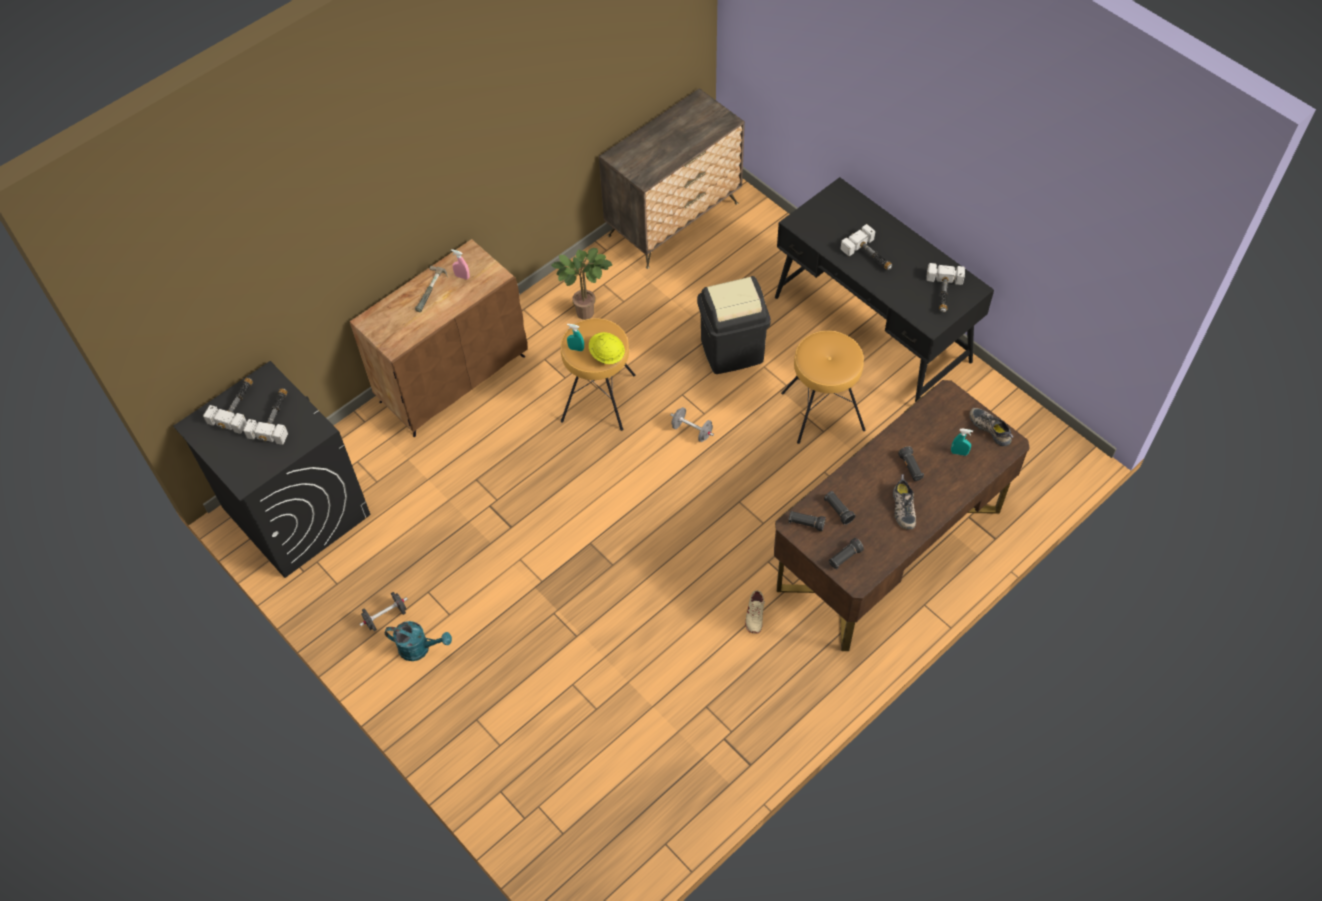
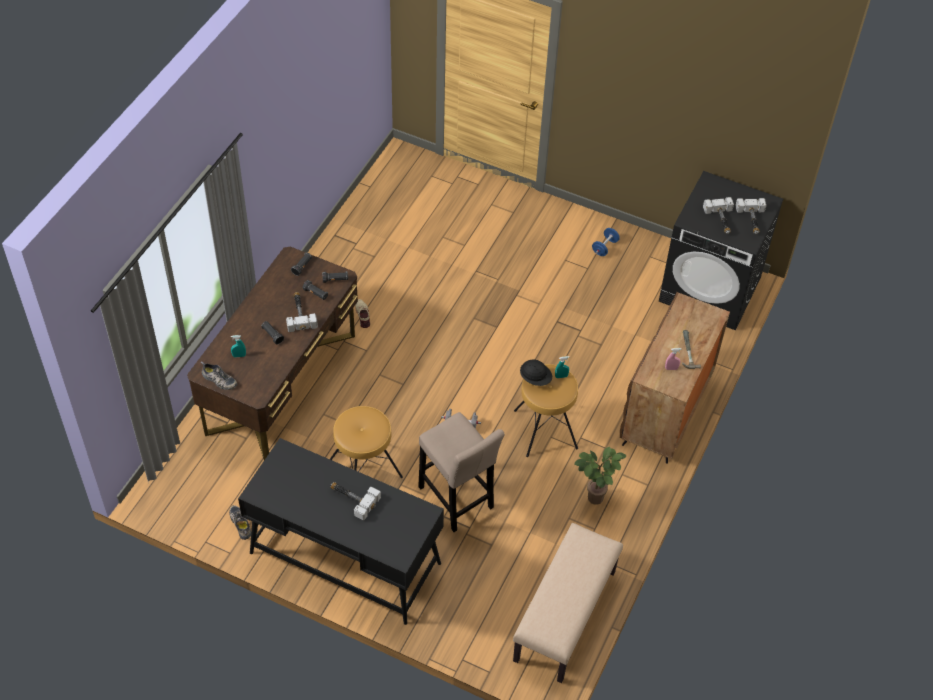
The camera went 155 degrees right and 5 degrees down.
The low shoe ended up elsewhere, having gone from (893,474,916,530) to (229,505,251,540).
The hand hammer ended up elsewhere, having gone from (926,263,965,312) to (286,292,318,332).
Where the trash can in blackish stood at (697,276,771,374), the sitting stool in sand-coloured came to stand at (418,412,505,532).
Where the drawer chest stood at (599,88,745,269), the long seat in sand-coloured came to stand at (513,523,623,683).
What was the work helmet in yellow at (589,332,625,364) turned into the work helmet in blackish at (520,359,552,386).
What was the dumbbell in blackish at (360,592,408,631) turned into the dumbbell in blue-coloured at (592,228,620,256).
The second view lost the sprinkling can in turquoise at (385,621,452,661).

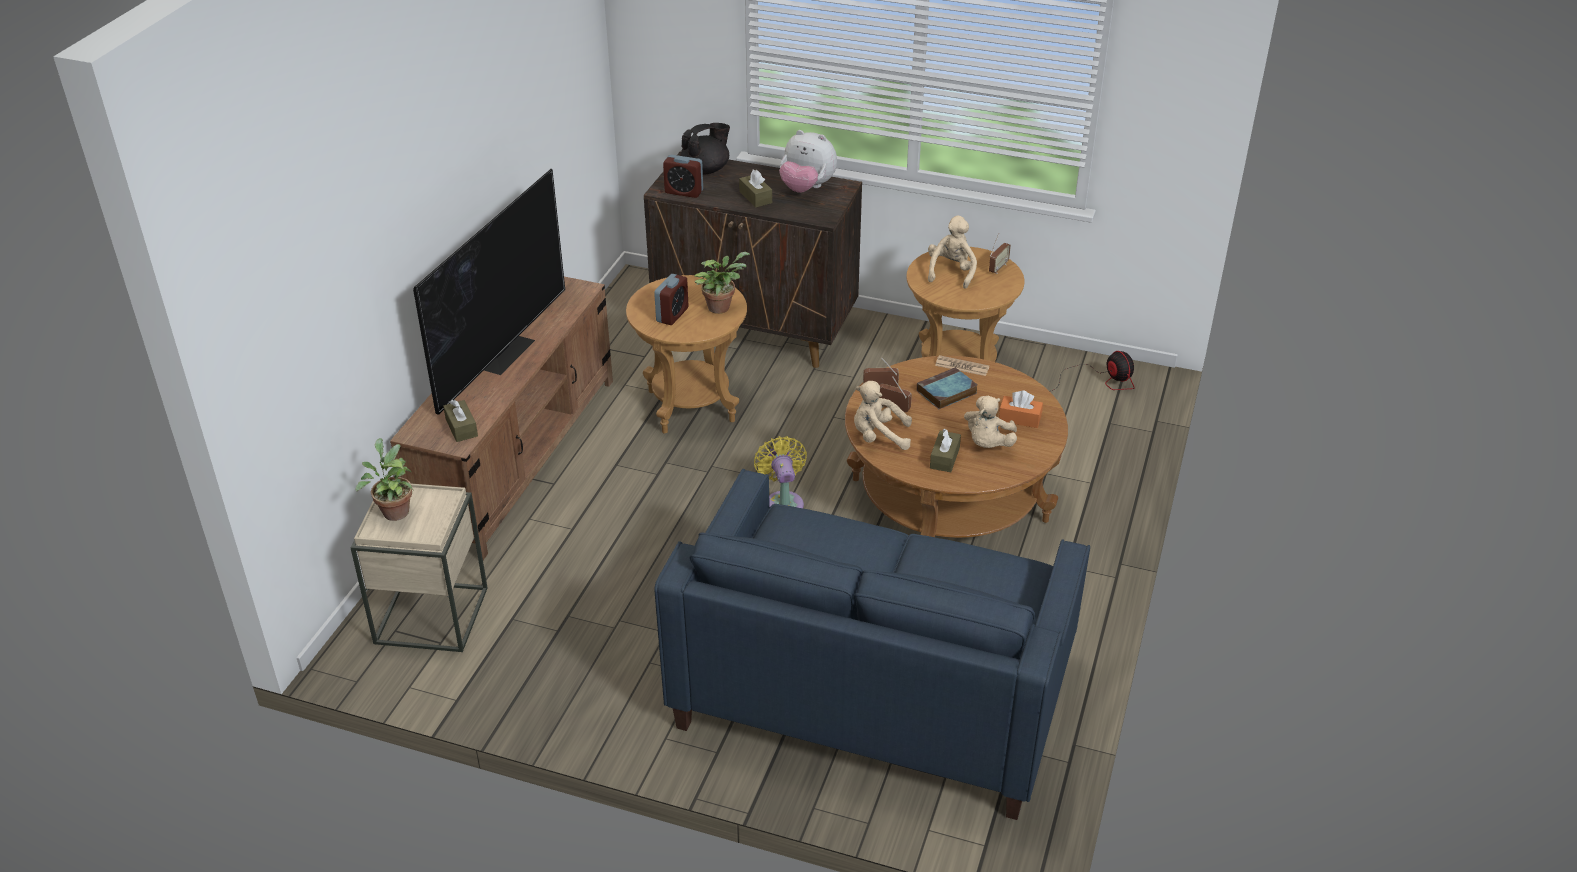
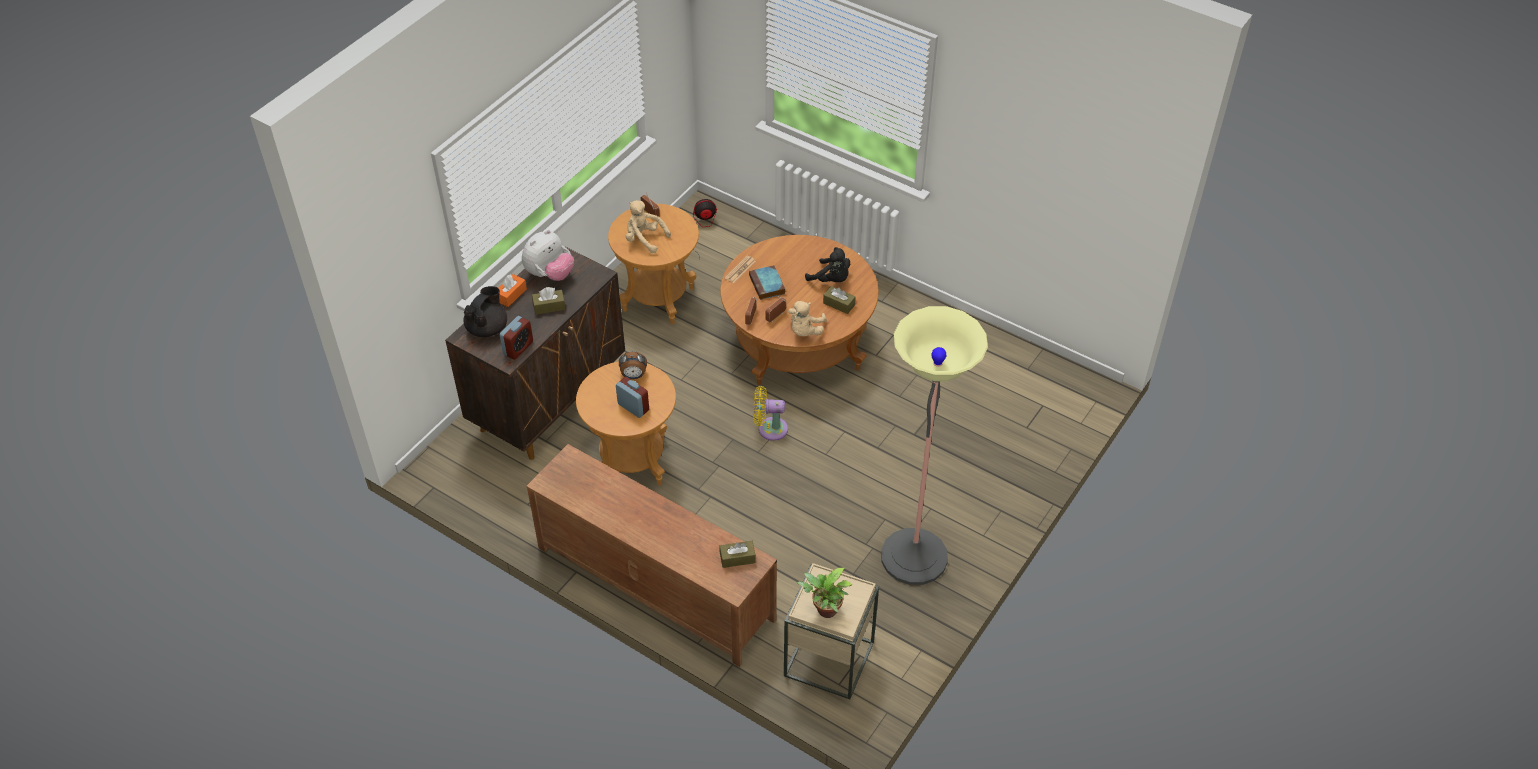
The camera went 75 degrees left and 10 degrees up.
The tea pot in blackish at (681,123,730,174) ended up facing another way, 45 degrees clockwise from before.
The tissue box in orangey ended up elsewhere, having gone from (999,390,1043,428) to (499,274,527,307).
Where the plant in a pot stood at (694,252,750,314), the table clock came to stand at (619,351,647,379).
What was the cuddly toy in sand-coloured at (964,396,1017,448) turned into the cuddly toy in blackish at (805,247,850,282).
The second view gained the standing lamp at (881,306,988,585).
The second view lost the TV set at (413,169,565,415).
The second view lost the couch in blue-coloured at (654,469,1090,820).

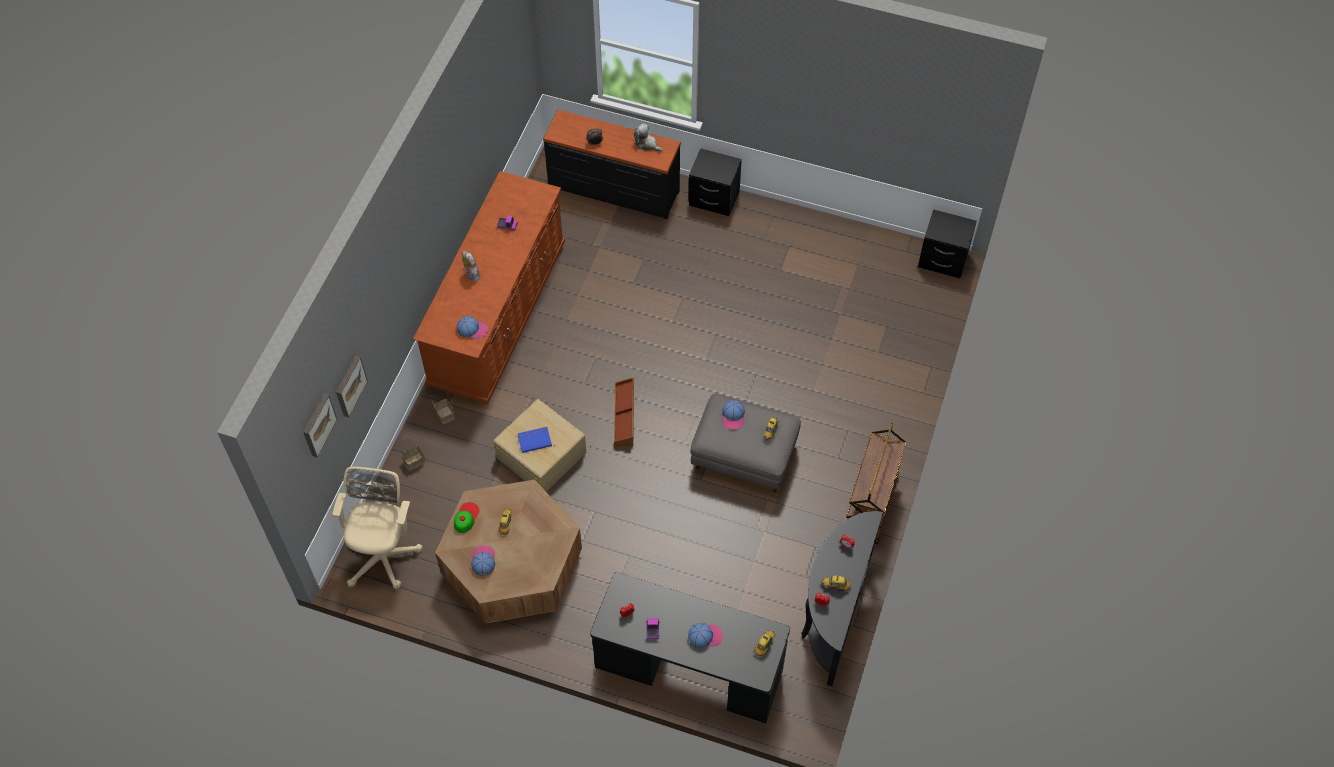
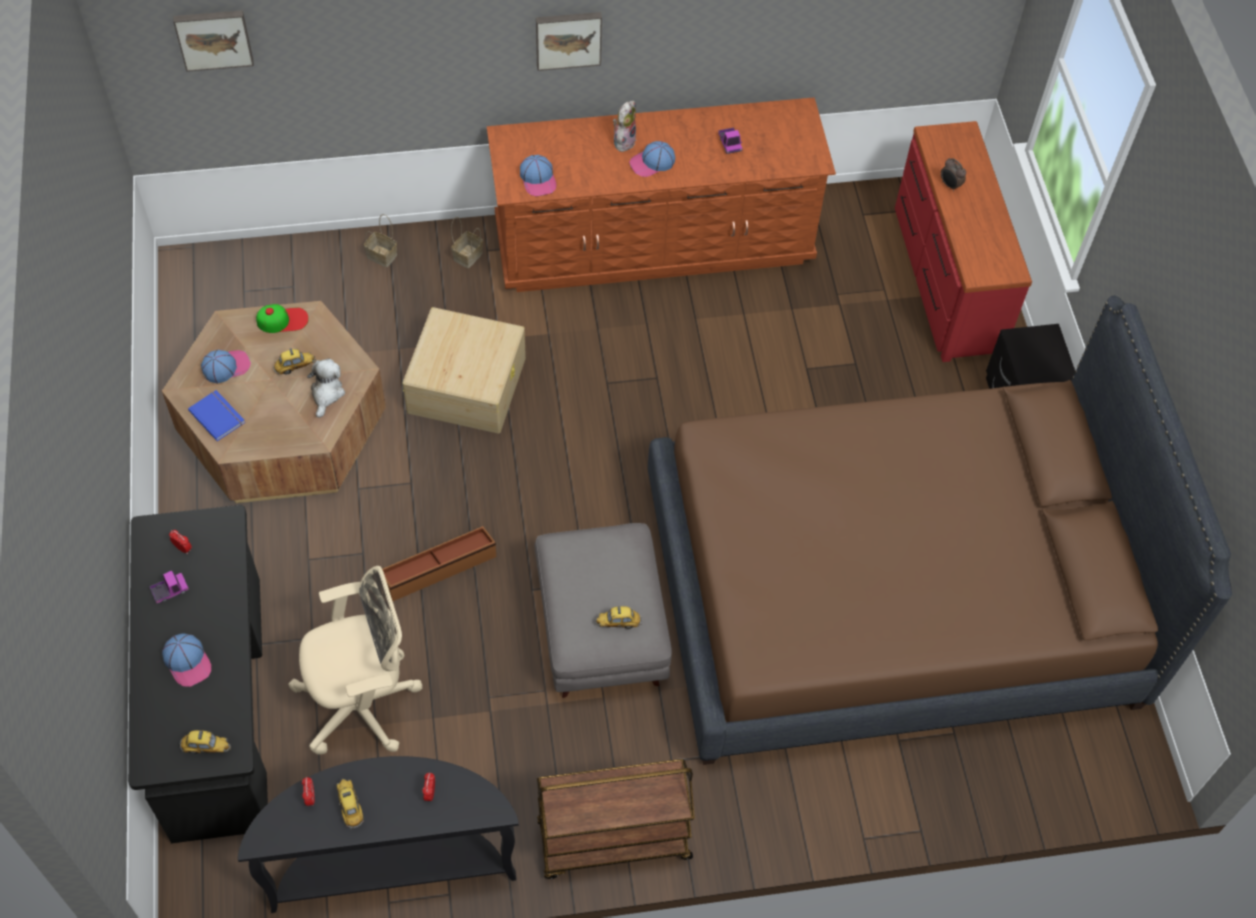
The camera went 60 degrees right and 0 degrees up.
The volume in blue-coloured ended up elsewhere, having gone from (517,427,552,453) to (188,390,245,441).
The office chair in sand-coloured ended up elsewhere, having gone from (332,467,423,589) to (288,566,423,755).
The cuddly toy ended up elsewhere, having gone from (633,123,662,152) to (307,359,345,418).
The storage box in brownish ended up elsewhere, having gone from (614,377,634,447) to (382,526,496,601).
The wall picture ended up elsewhere, having gone from (336,355,368,418) to (536,12,602,71).
The peaked cap ended up elsewhere, having gone from (722,400,745,429) to (629,141,675,177).
The second view gained the bed in brownish at (648,295,1232,765).
What was the drawer chest in blackish at (543,110,681,219) turned into the drawer chest in red at (895,121,1032,362).
The second view lost the night table in blackish at (918,209,977,279).

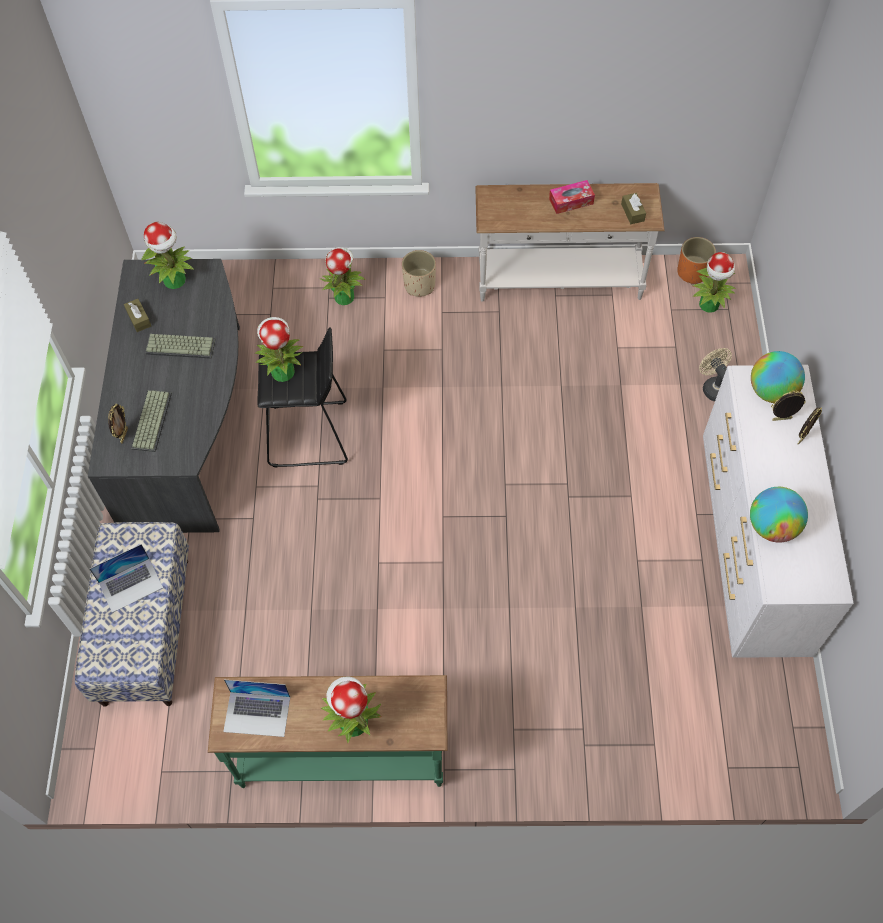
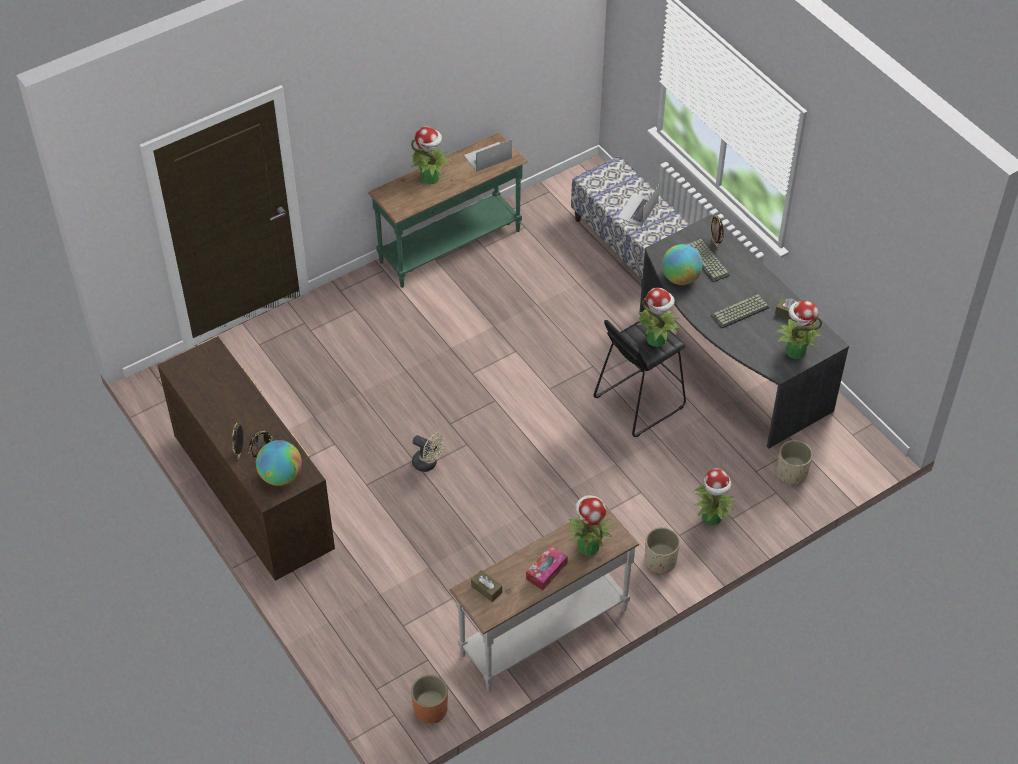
The camera went 145 degrees right and 10 degrees down.
What was the drawer chest in whitish at (703,365,854,658) turned into the drawer chest in brownish at (158,337,335,581).
The fan in sand-coloured ended up elsewhere, having gone from (699,348,732,401) to (412,433,444,472).
The plant in a pot ended up elsewhere, having gone from (692,252,736,313) to (567,495,614,556).
The world globe ended up elsewhere, having gone from (750,487,808,543) to (662,244,703,285).
The second view gained the planter in sand-coloured at (777,440,813,485).

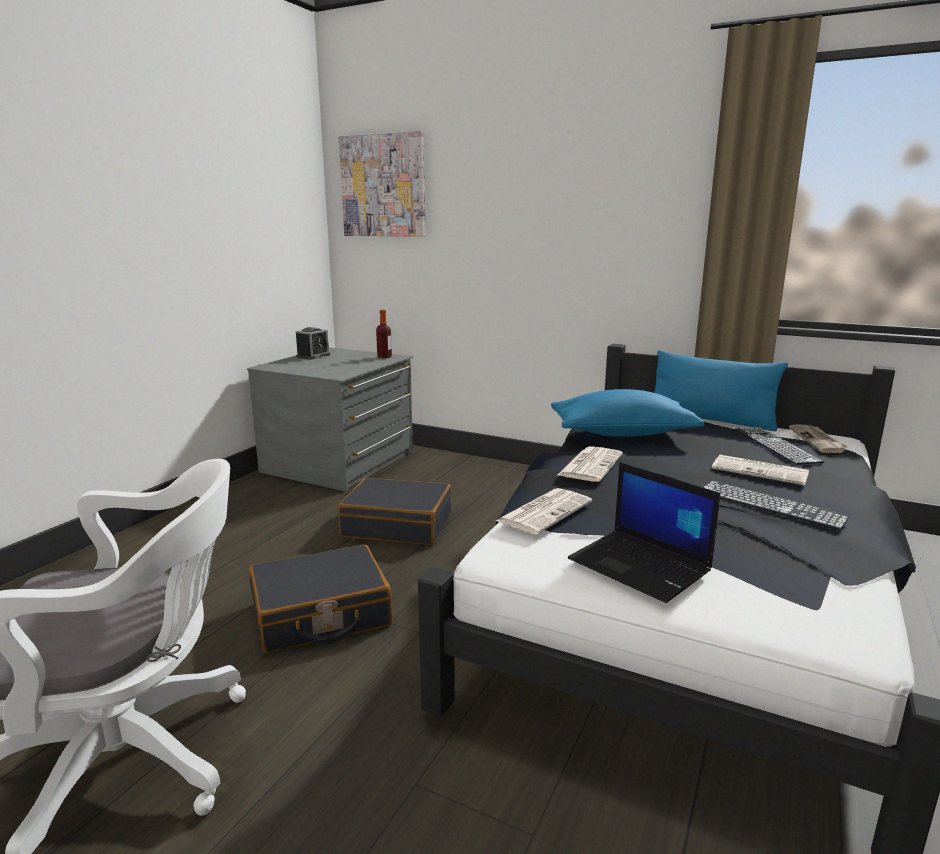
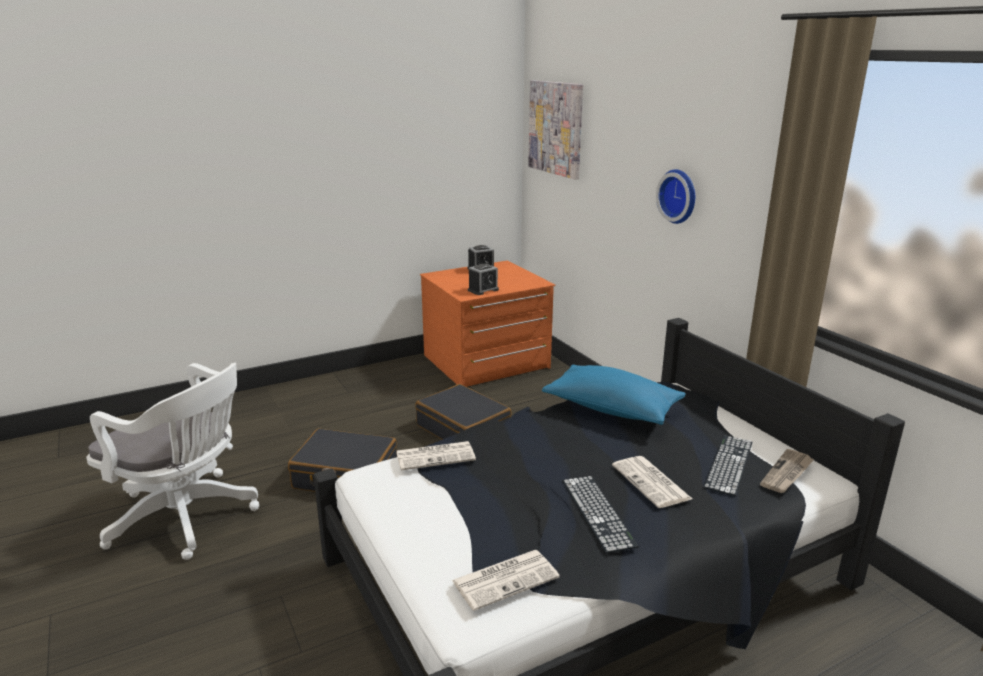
The camera went 35 degrees right and 5 degrees up.
What was the drawer chest in greyish at (247,347,413,492) turned into the drawer chest in orangey at (420,260,555,387).
The printed paper ended up elsewhere, having gone from (558,446,623,482) to (451,550,560,611).
The second view gained the table clock at (468,264,499,295).
The second view gained the wall clock at (656,169,695,224).
The second view lost the drink bottle at (376,310,392,358).
The second view lost the portable computer at (568,462,720,603).
The second view lost the pillow in blue-coloured at (654,350,788,431).

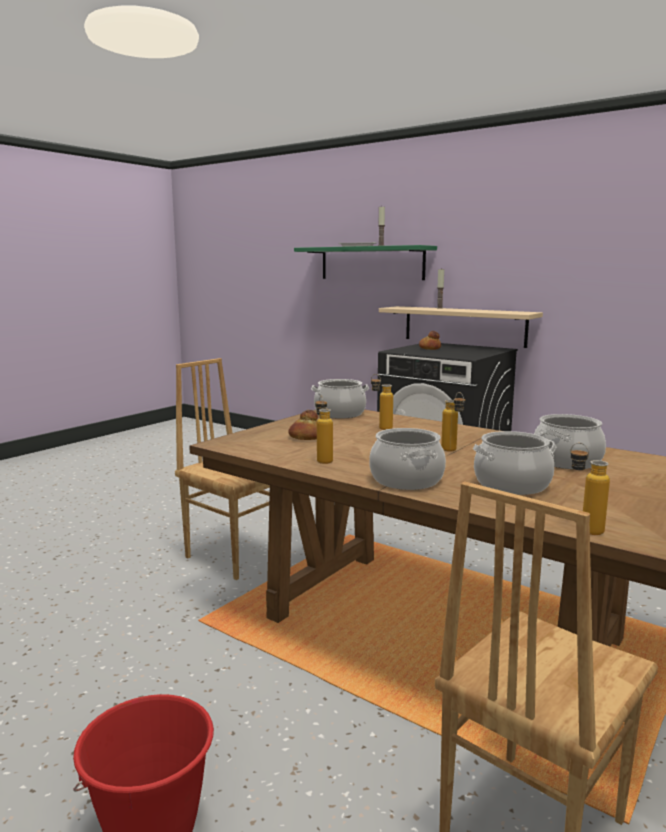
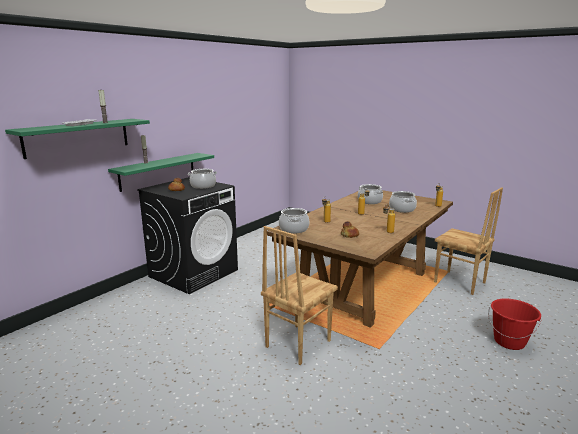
The camera went 90 degrees left and 5 degrees up.
What was the shelf in sand-coloured at (379,306,543,348) turned into the shelf in green at (108,153,214,192).
The saucepot ended up elsewhere, having gone from (369,428,446,490) to (188,169,217,189).

